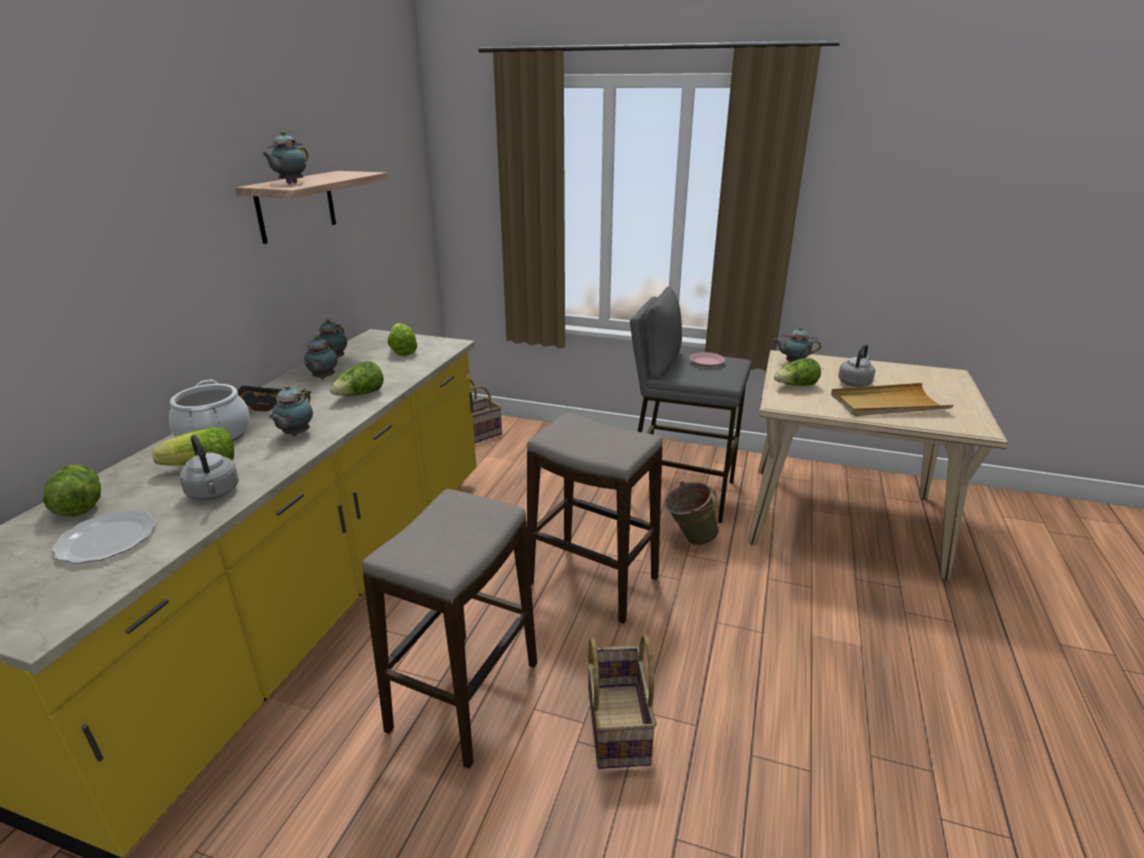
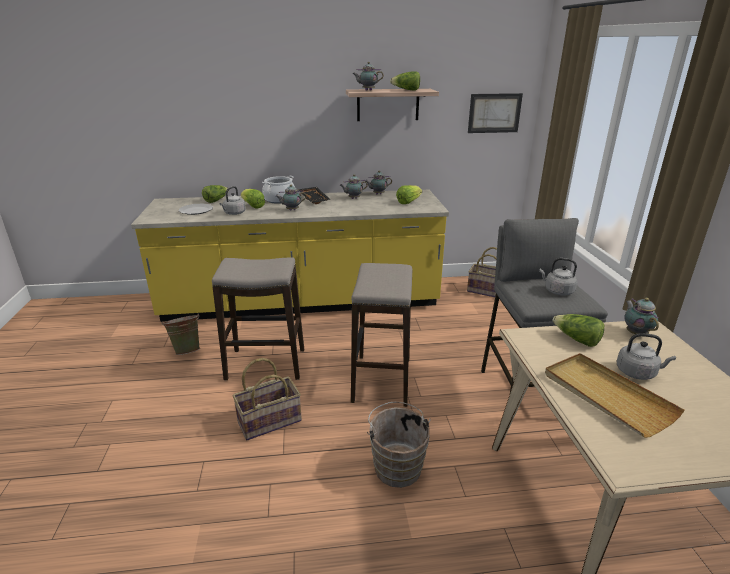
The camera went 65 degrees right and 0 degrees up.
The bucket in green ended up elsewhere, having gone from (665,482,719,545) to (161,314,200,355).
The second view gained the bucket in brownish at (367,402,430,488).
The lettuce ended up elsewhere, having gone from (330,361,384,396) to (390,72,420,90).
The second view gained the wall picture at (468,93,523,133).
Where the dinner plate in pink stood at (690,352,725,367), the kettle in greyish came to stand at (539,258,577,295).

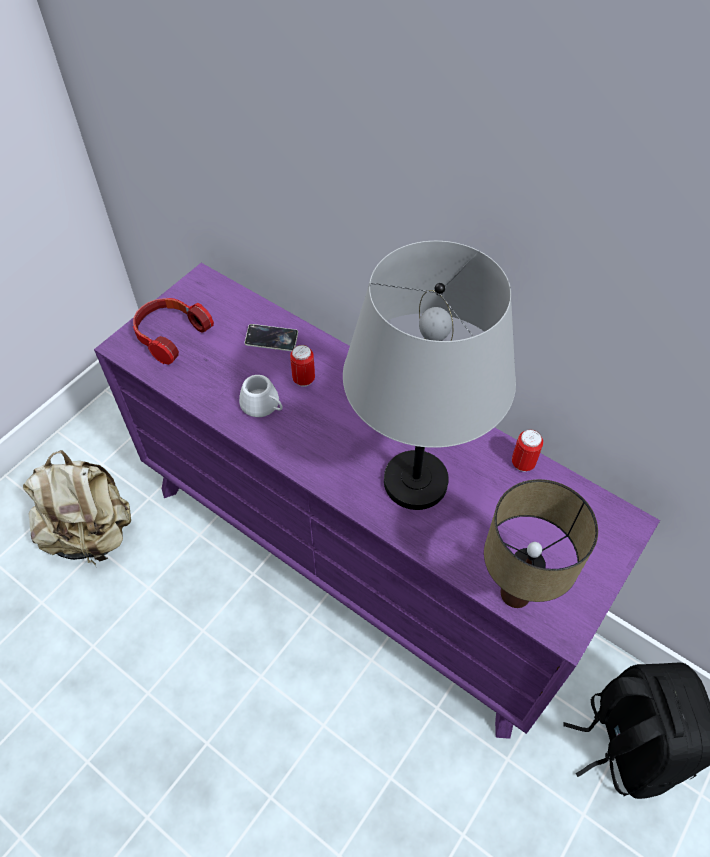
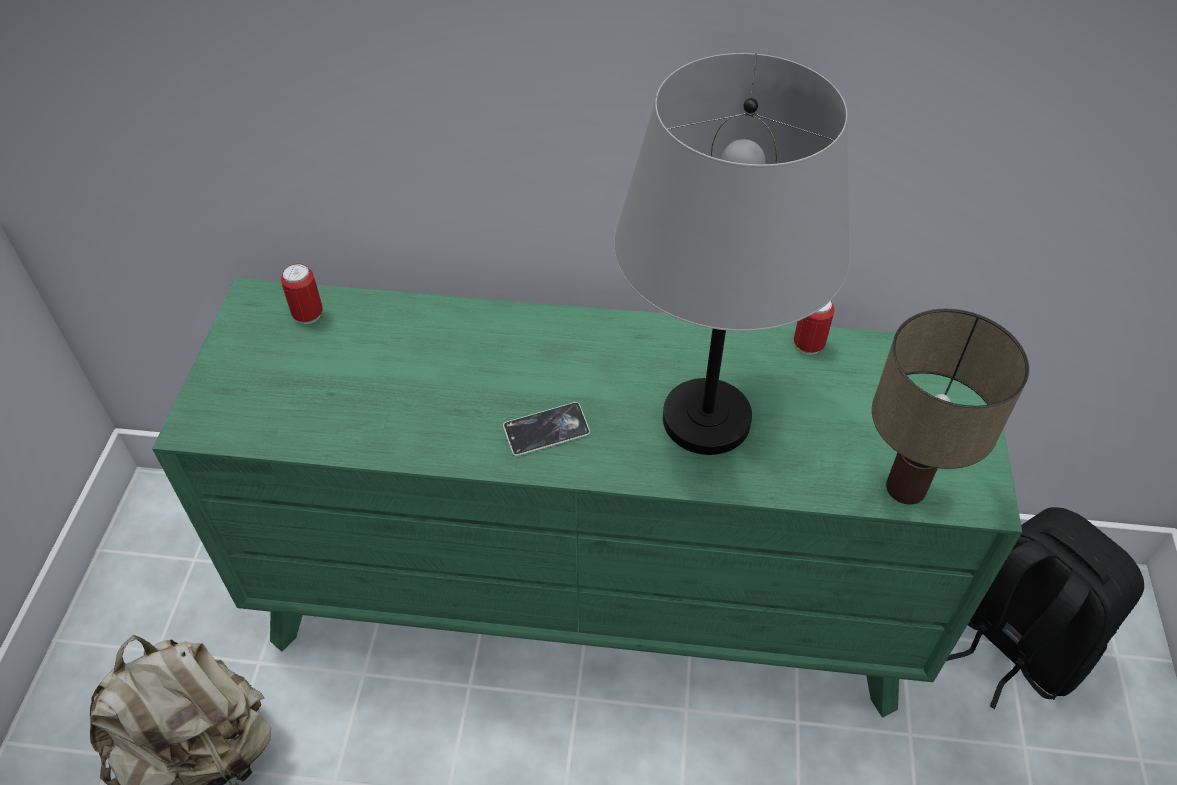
The camera went 30 degrees left and 5 degrees down.
What was the drawer chest in purple at (94,263,660,739) turned into the drawer chest in green at (152,278,1022,717).
The sealed can ended up elsewhere, having gone from (290,345,315,387) to (281,263,323,324).
The handset ended up elsewhere, having gone from (245,324,298,351) to (503,402,590,456).
The second view lost the headset at (133,298,214,365).
The second view lost the tea mug in whitish at (239,375,283,417).

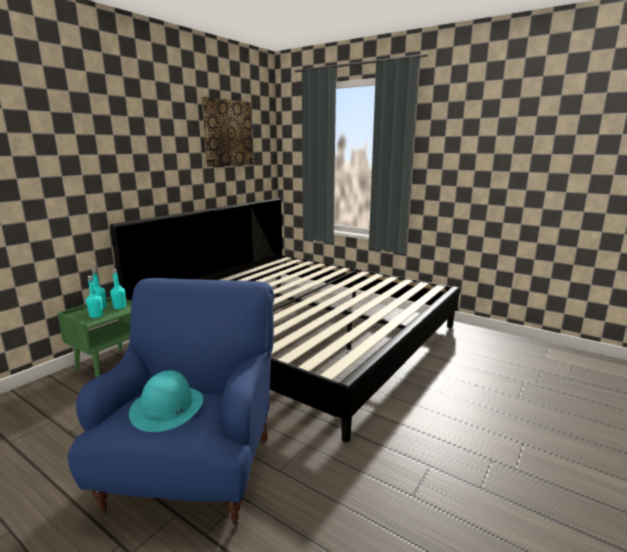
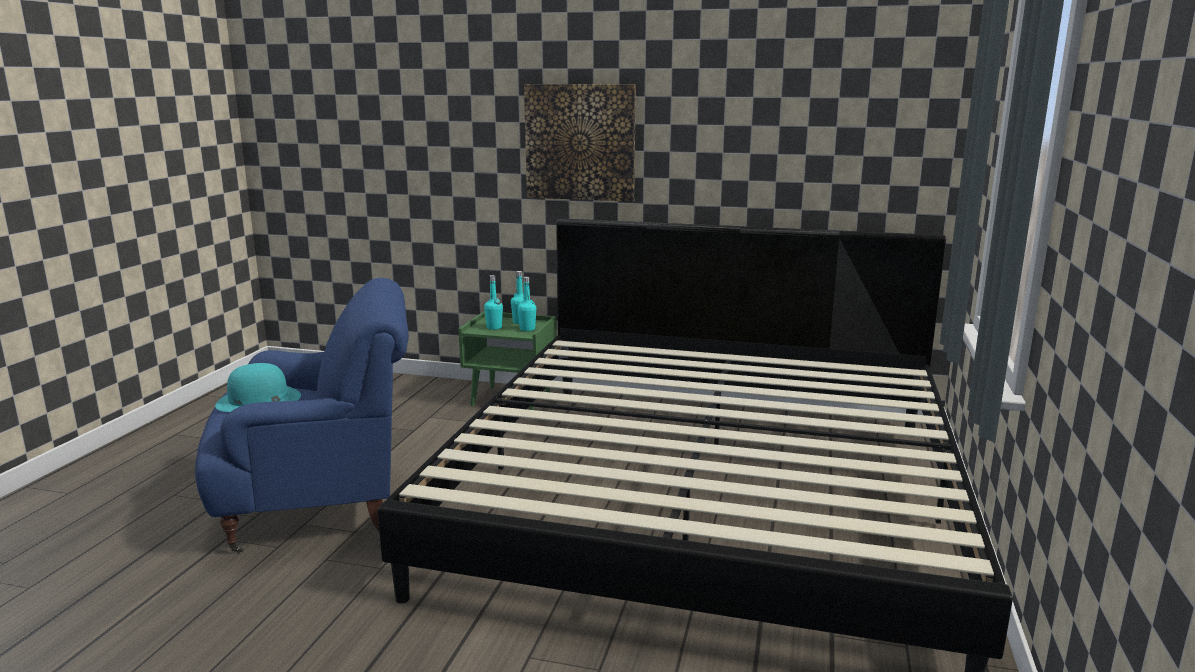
The camera went 70 degrees right and 0 degrees up.
The wall picture ended up elsewhere, having gone from (202,97,254,167) to (524,84,636,202).

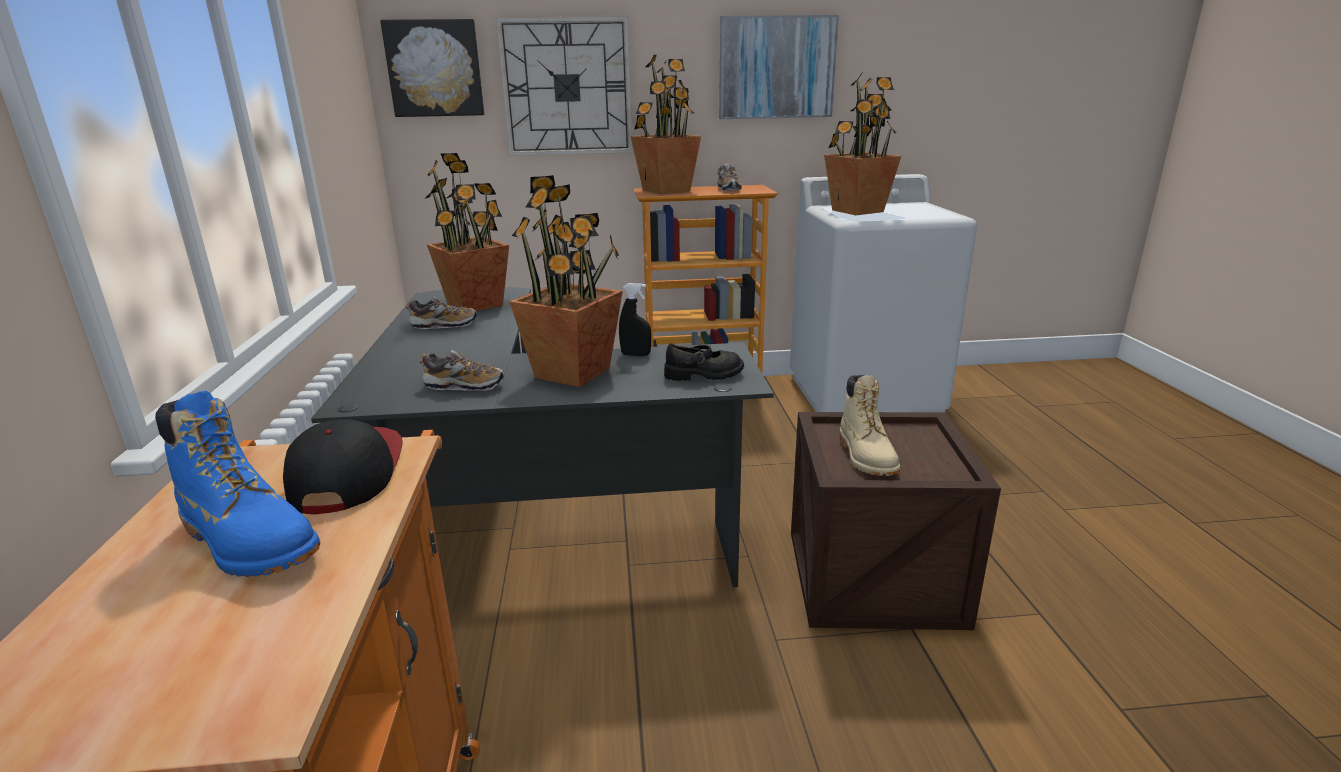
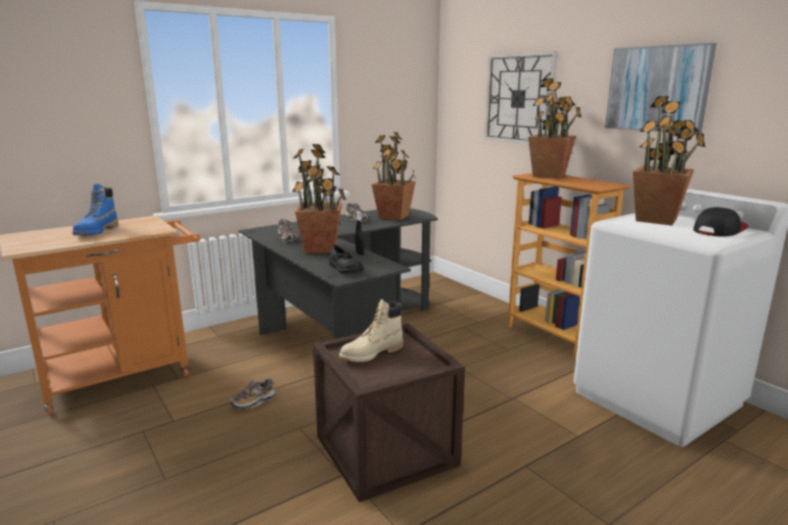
The camera went 60 degrees right and 5 degrees down.
The low shoe ended up elsewhere, having gone from (717,164,742,191) to (229,378,275,409).
The peaked cap ended up elsewhere, having gone from (283,419,403,514) to (693,207,749,237).
The second view lost the wall picture at (380,19,484,117).

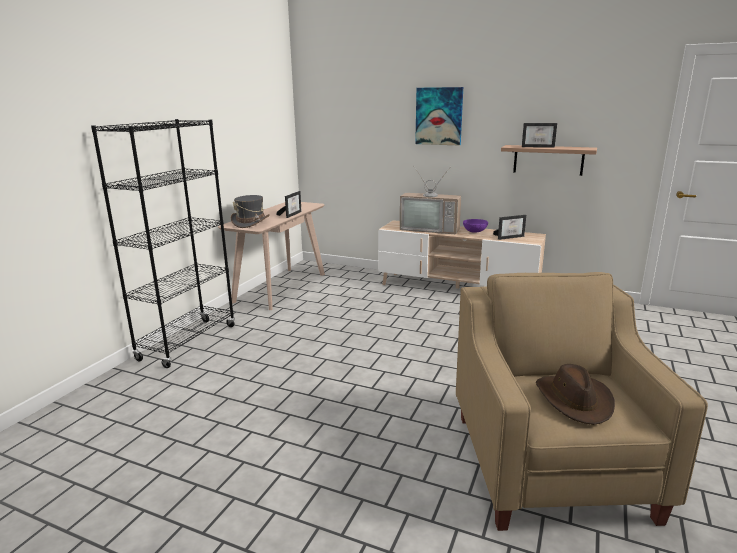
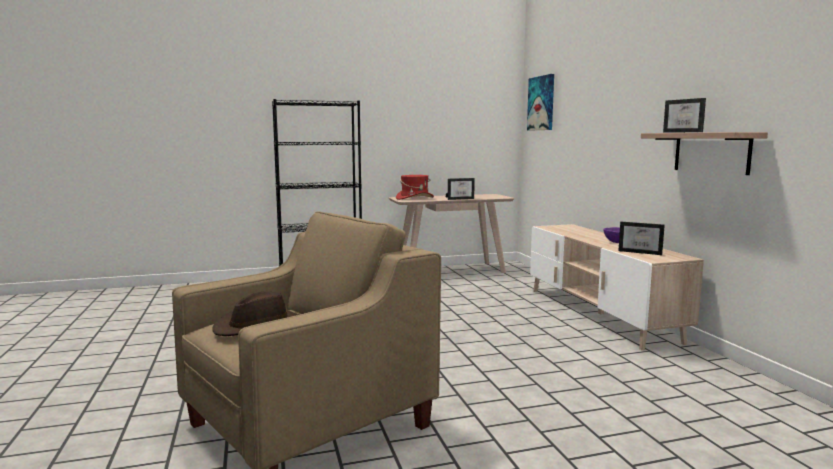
The camera went 50 degrees right and 10 degrees down.
What was the wearable hat in greyish at (231,195,270,228) turned into the wearable hat in red at (396,175,434,200).
The wall picture ended up elsewhere, having gone from (415,87,463,145) to (527,74,554,131).
The second view lost the TV set at (400,165,461,234).

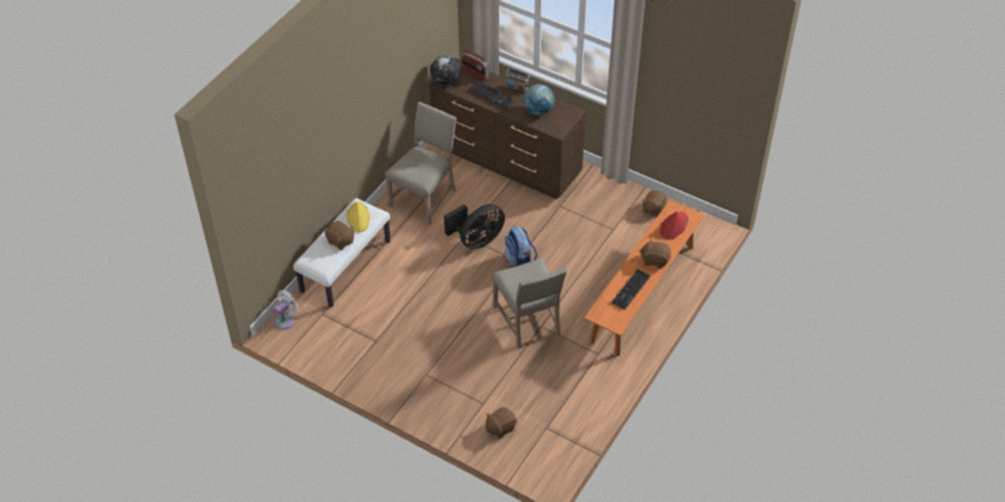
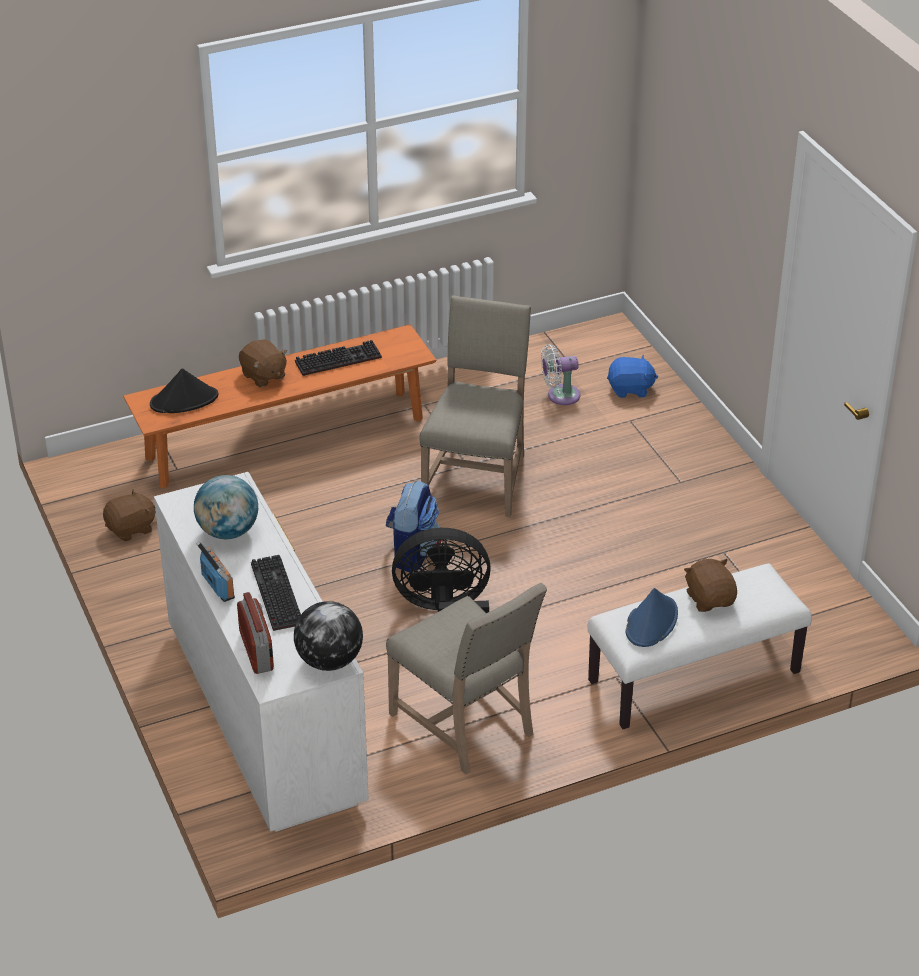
The camera went 145 degrees left and 10 degrees down.
What was the wearable hat in red at (660,212,688,240) turned into the wearable hat in blackish at (150,368,218,413).
What was the drawer chest in brownish at (429,58,586,199) turned into the drawer chest in whitish at (154,472,369,832).
The plain chair in sand-coloured at (385,102,457,225) ended up facing another way, 105 degrees counterclockwise from before.
The fan in whitish ended up elsewhere, having gone from (273,290,299,330) to (541,344,580,405).
What was the cuddly toy in brownish at (486,407,517,439) turned into the cuddly toy in blue-coloured at (607,355,658,398).
What was the wearable hat in yellow at (346,202,370,232) turned into the wearable hat in blue-coloured at (625,588,678,647).

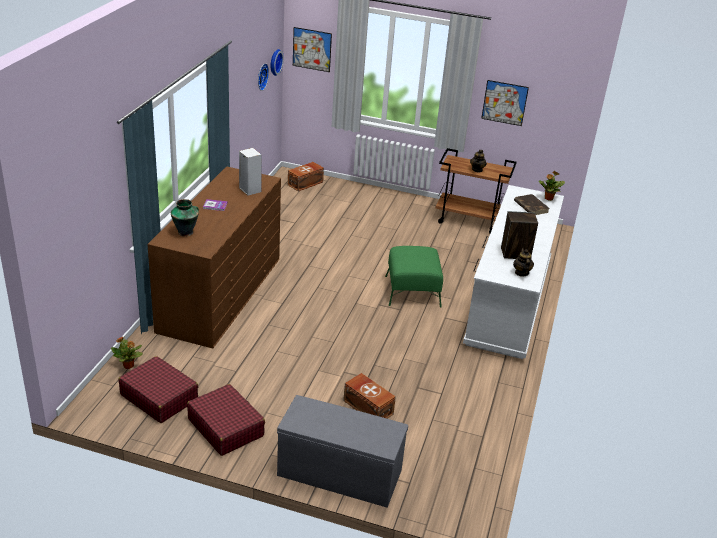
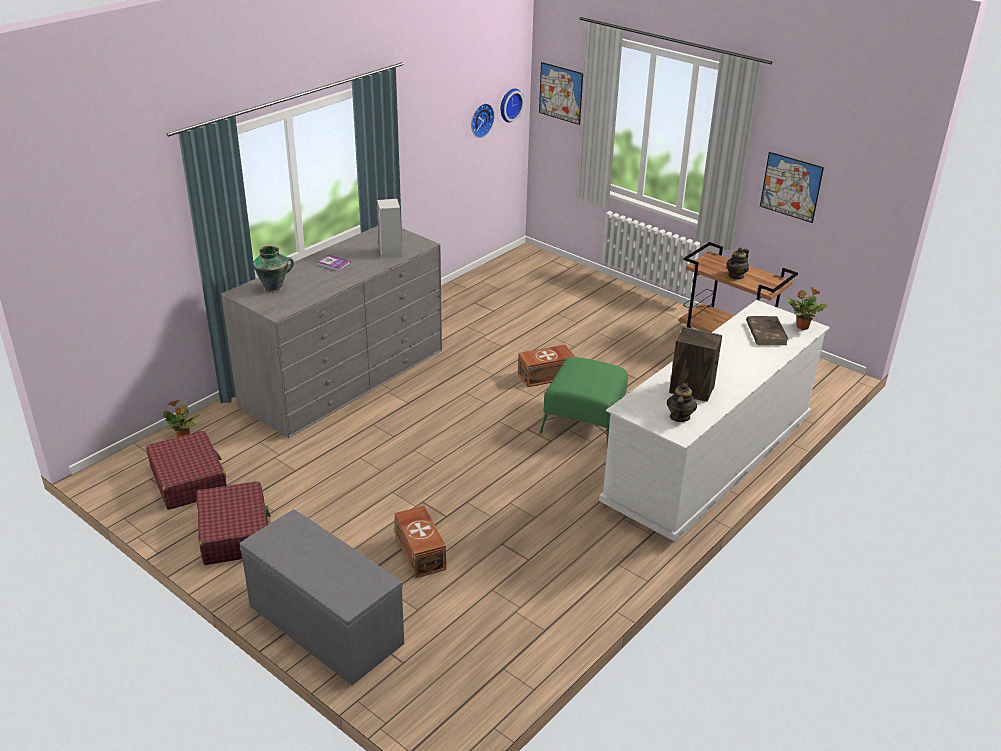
The camera went 25 degrees right and 0 degrees up.
What was the drawer chest in brownish at (147,166,281,349) turned into the drawer chest in greyish at (221,226,442,438).
The storage box in brownish ended up elsewhere, having gone from (288,162,324,192) to (518,344,575,387).

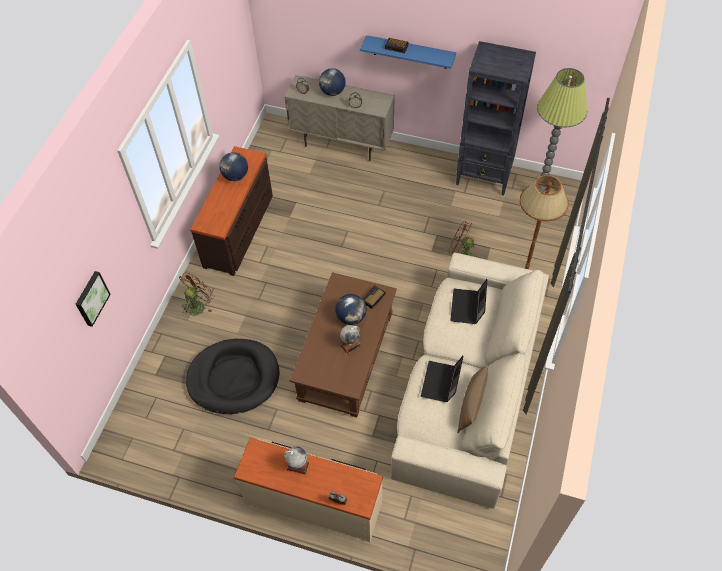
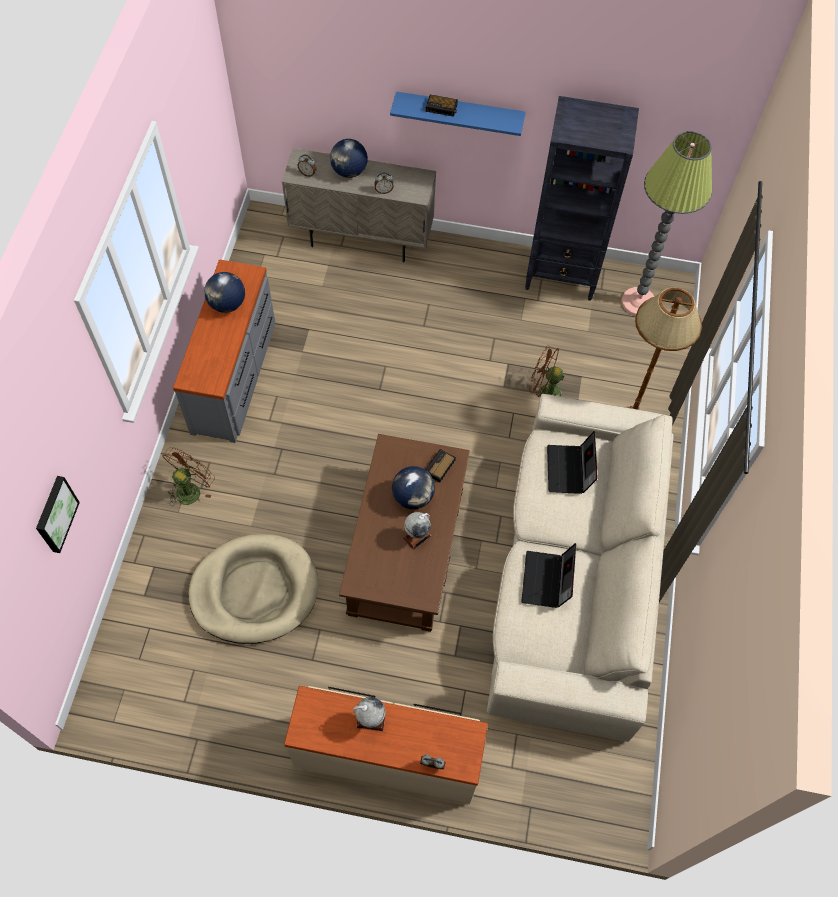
The camera went 10 degrees left and 5 degrees up.
What was the drawer chest in brownish at (190,146,273,276) turned into the drawer chest in greyish at (173,259,275,443).
What was the pet bed in blackish at (186,339,280,414) turned into the pet bed in sand-coloured at (189,534,319,644).
The second view lost the pillow in brownish at (457,365,488,433).

